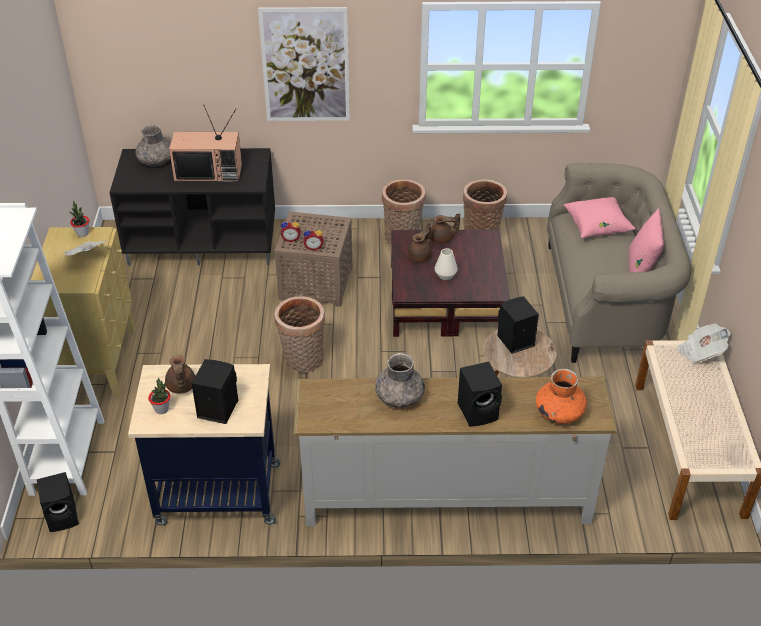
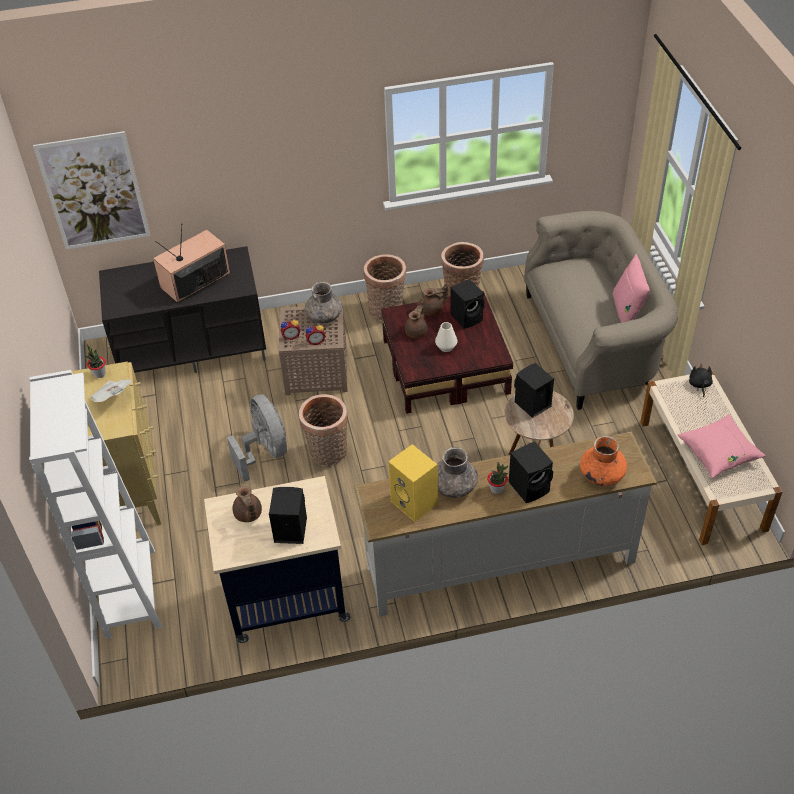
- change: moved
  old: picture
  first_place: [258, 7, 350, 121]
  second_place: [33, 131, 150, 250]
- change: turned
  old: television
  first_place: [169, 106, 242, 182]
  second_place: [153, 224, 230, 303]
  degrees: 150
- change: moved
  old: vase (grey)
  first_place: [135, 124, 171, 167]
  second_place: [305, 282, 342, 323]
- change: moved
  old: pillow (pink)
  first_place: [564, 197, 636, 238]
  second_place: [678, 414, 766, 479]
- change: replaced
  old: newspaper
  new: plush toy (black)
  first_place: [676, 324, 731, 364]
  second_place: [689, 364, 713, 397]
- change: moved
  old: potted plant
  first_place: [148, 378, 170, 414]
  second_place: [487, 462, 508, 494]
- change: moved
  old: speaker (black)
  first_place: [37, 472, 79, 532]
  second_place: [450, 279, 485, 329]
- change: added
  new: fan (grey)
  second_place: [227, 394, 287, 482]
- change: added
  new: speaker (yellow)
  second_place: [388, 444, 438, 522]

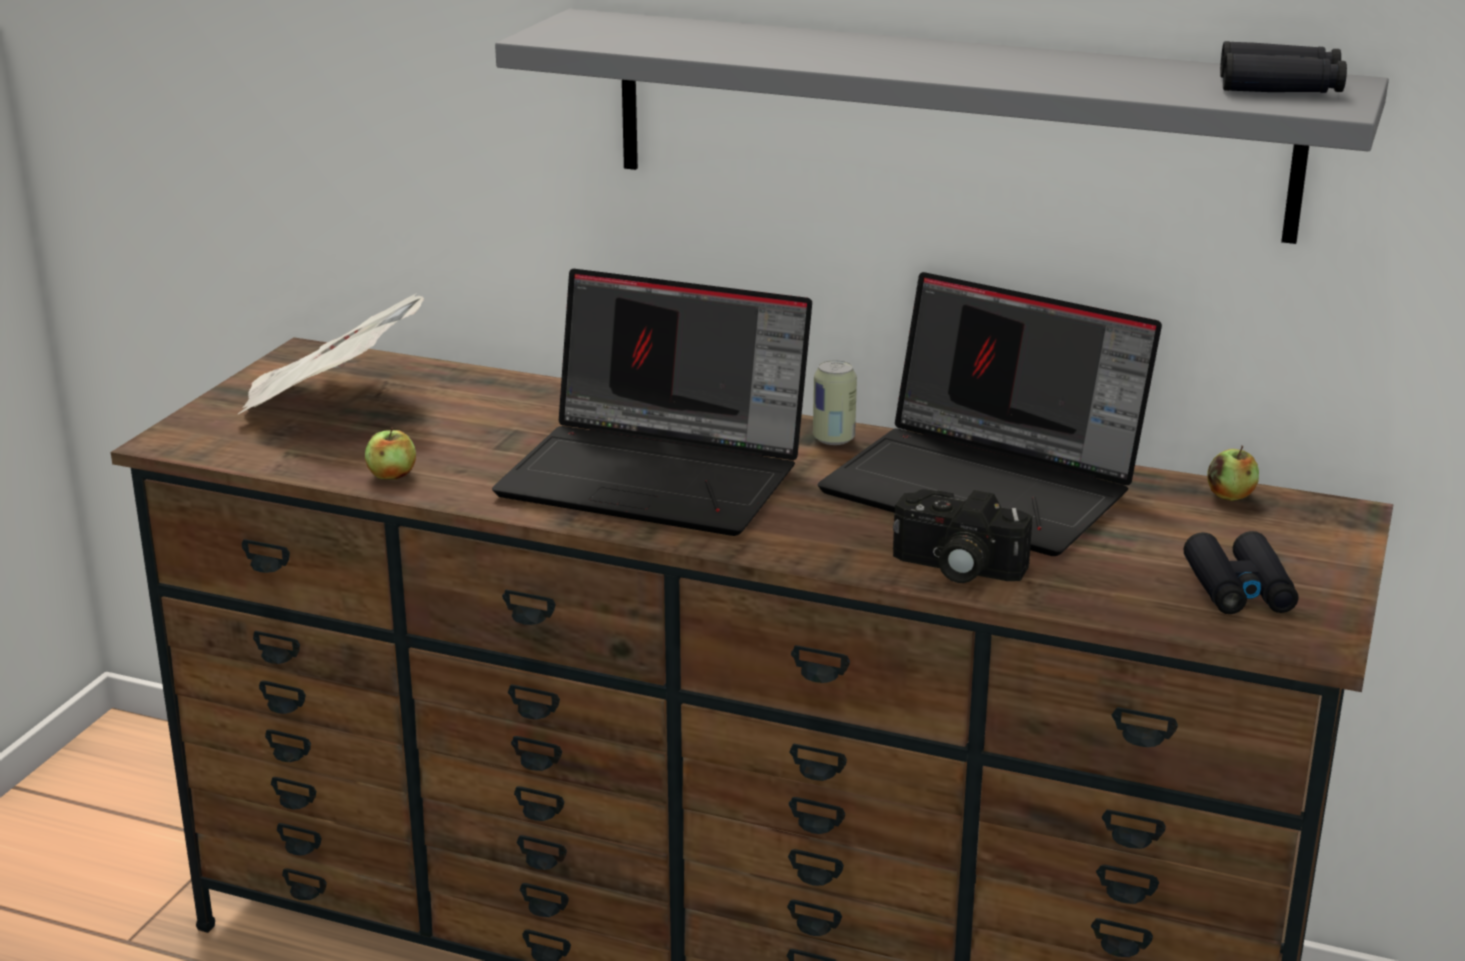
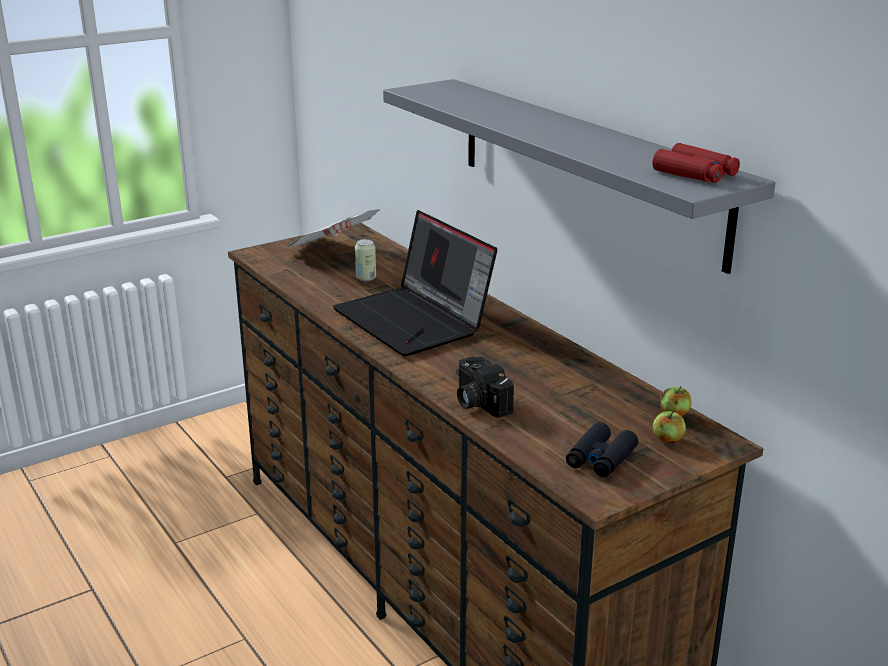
- change: recoloured
  old: binoculars (black)
  new: binoculars (red)
  first_place: [1220, 41, 1347, 93]
  second_place: [652, 143, 740, 183]
- change: removed
  old: laptop
  first_place: [818, 272, 1162, 556]
- change: moved
  old: can
  first_place: [813, 360, 857, 445]
  second_place: [355, 239, 376, 281]
- change: moved
  old: apple
  first_place: [365, 427, 416, 480]
  second_place: [653, 411, 686, 444]

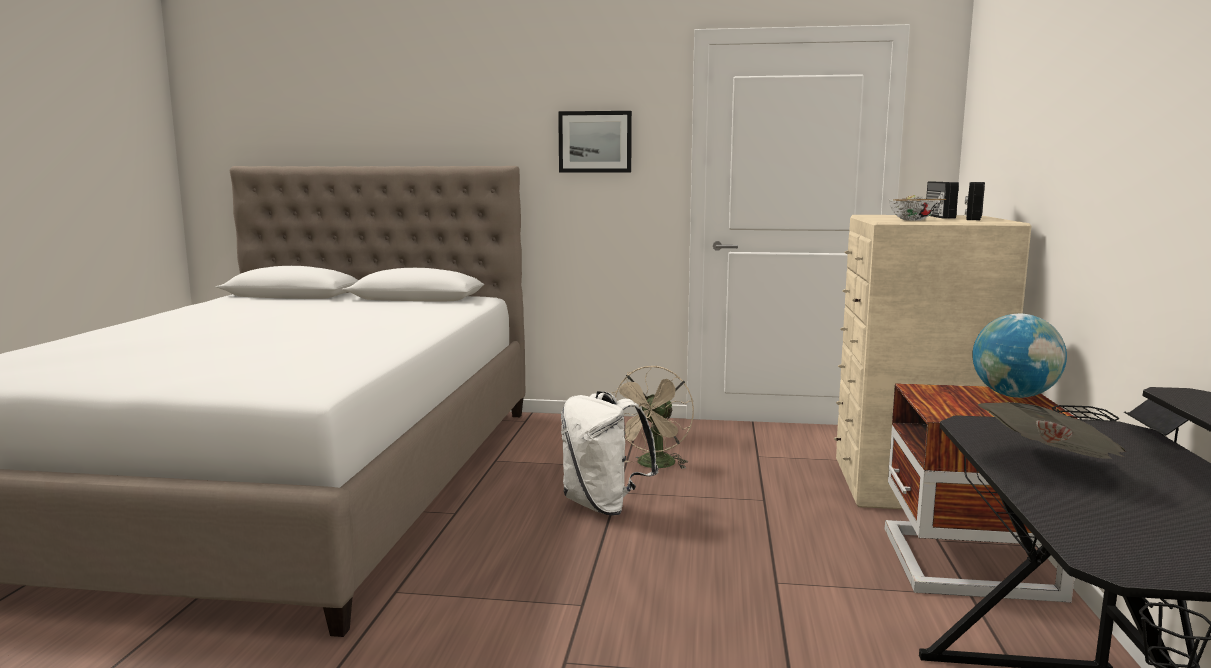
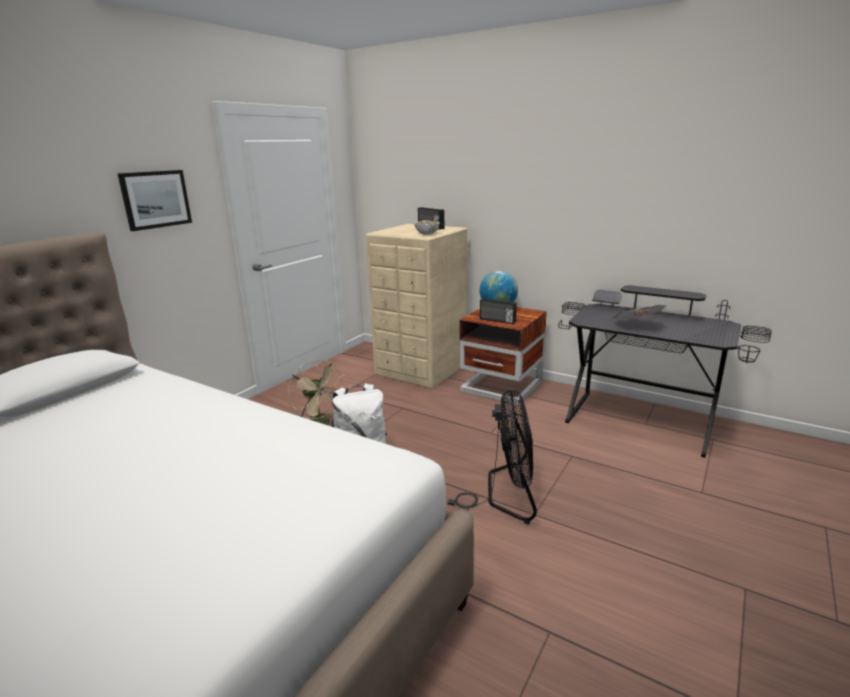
- change: moved
  old: radio
  first_place: [926, 181, 959, 219]
  second_place: [480, 298, 517, 324]
- change: added
  new: fan (black)
  second_place: [446, 389, 537, 525]

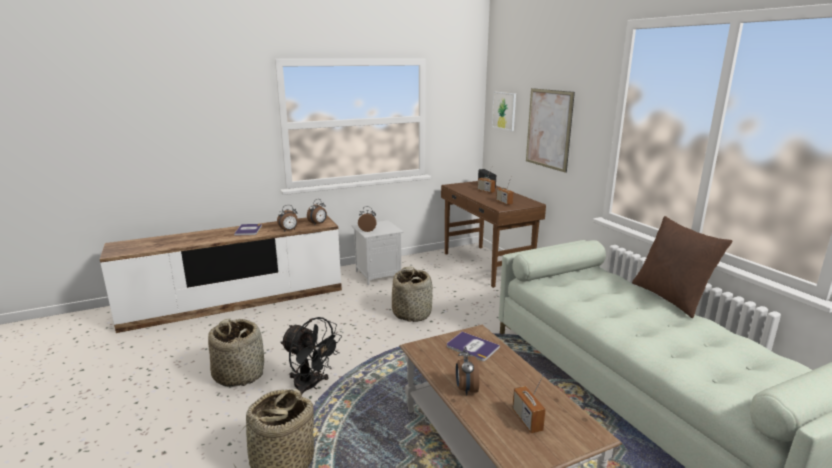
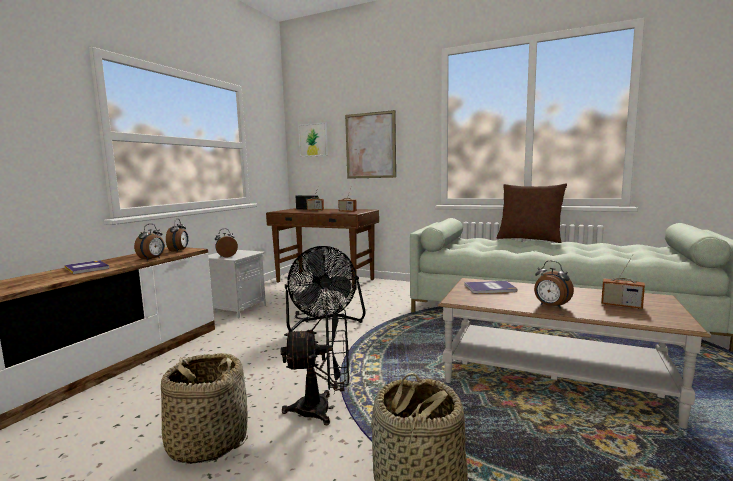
- change: replaced
  old: basket
  new: fan (black)
  first_place: [392, 266, 433, 322]
  second_place: [285, 246, 365, 333]

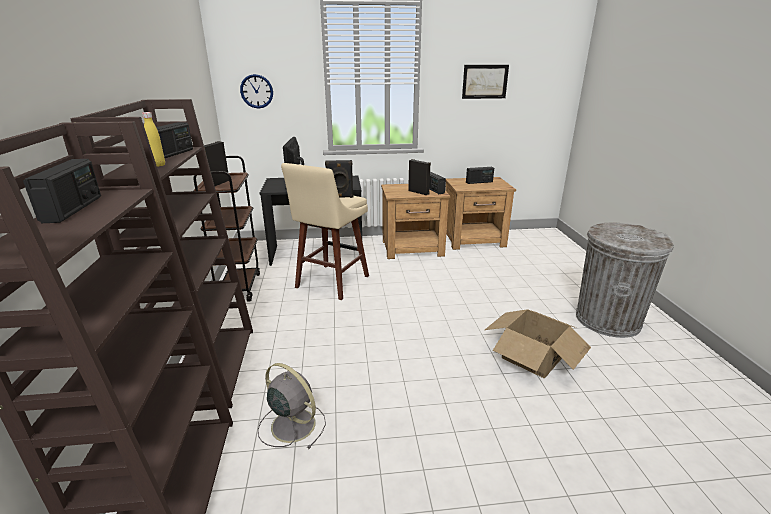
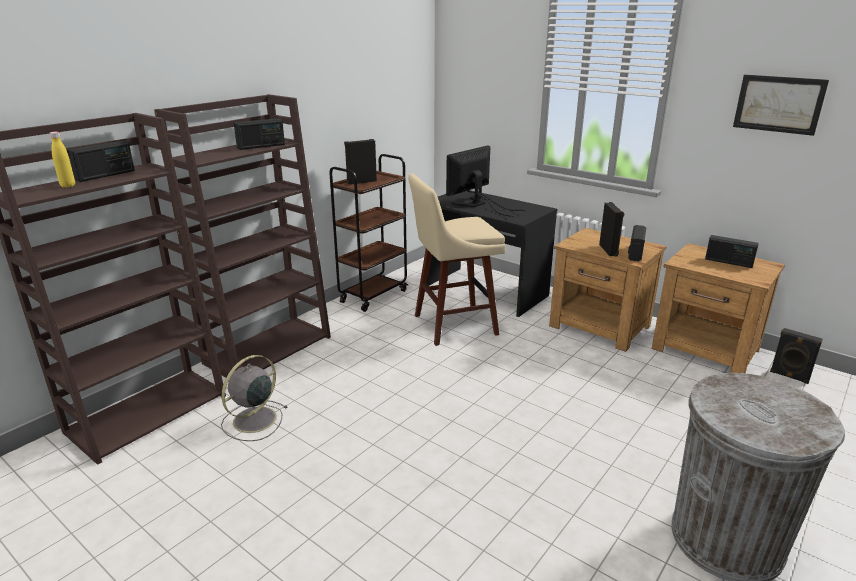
- change: removed
  old: wall clock
  first_place: [240, 74, 273, 109]
- change: moved
  old: bottle (yellow)
  first_place: [142, 112, 165, 167]
  second_place: [50, 132, 75, 188]
- change: moved
  old: speaker (black)
  first_place: [325, 160, 354, 198]
  second_place: [770, 328, 823, 384]
- change: removed
  old: cardboard box
  first_place: [485, 309, 591, 378]
- change: turned
  old: fan (grey)
  first_place: [258, 363, 326, 449]
  second_place: [221, 355, 287, 441]
  degrees: -135

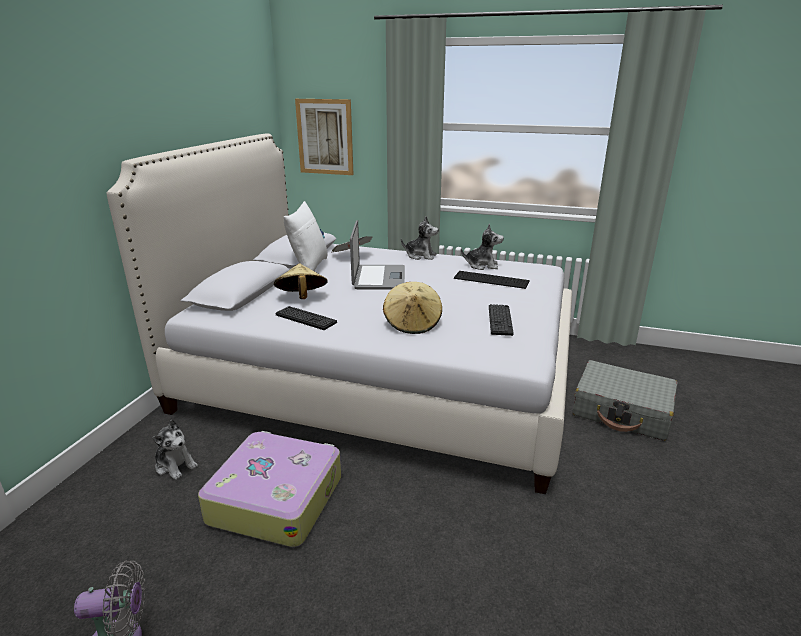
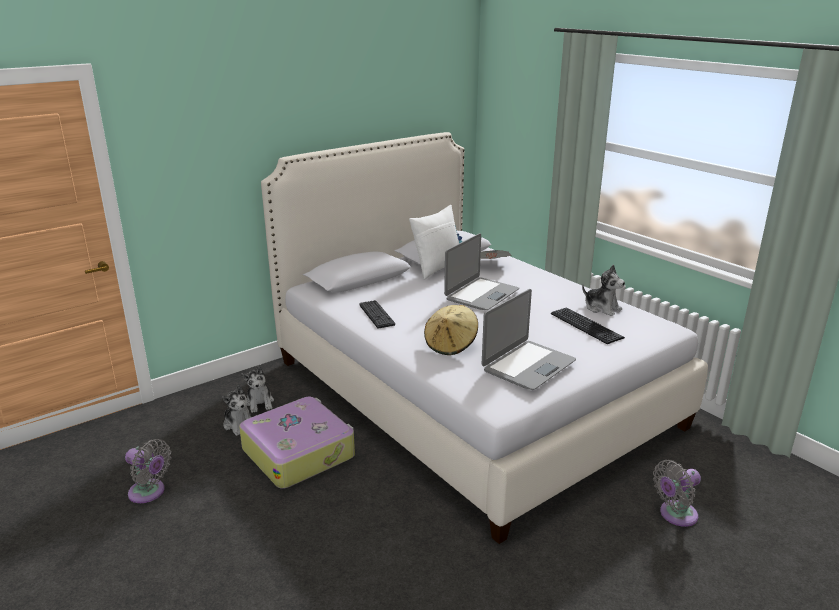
- change: removed
  old: picture
  first_place: [295, 99, 354, 175]
- change: moved
  old: plush toy
  first_place: [401, 216, 439, 260]
  second_place: [222, 385, 251, 436]
- change: removed
  old: hat (beige)
  first_place: [274, 263, 328, 299]
- change: replaced
  old: keyboard
  new: laptop
  first_place: [489, 304, 514, 336]
  second_place: [482, 289, 576, 390]
- change: replaced
  old: suitcase (grey)
  new: fan (grey)
  first_place: [573, 360, 678, 441]
  second_place: [653, 460, 701, 527]

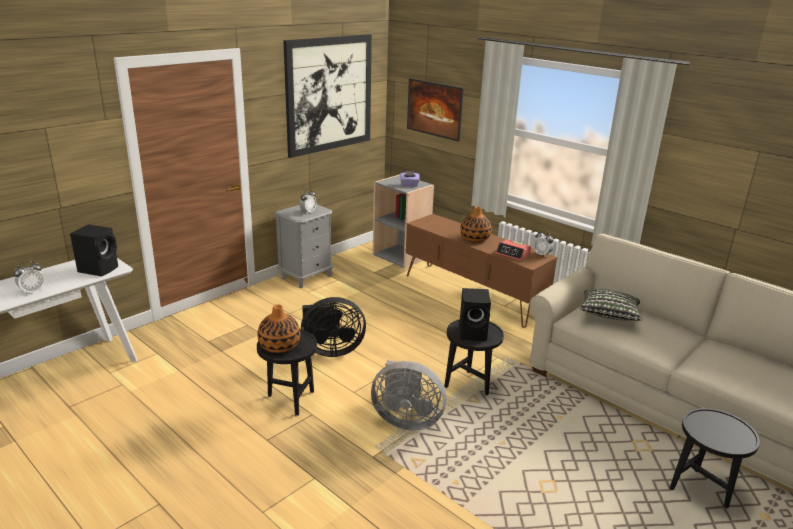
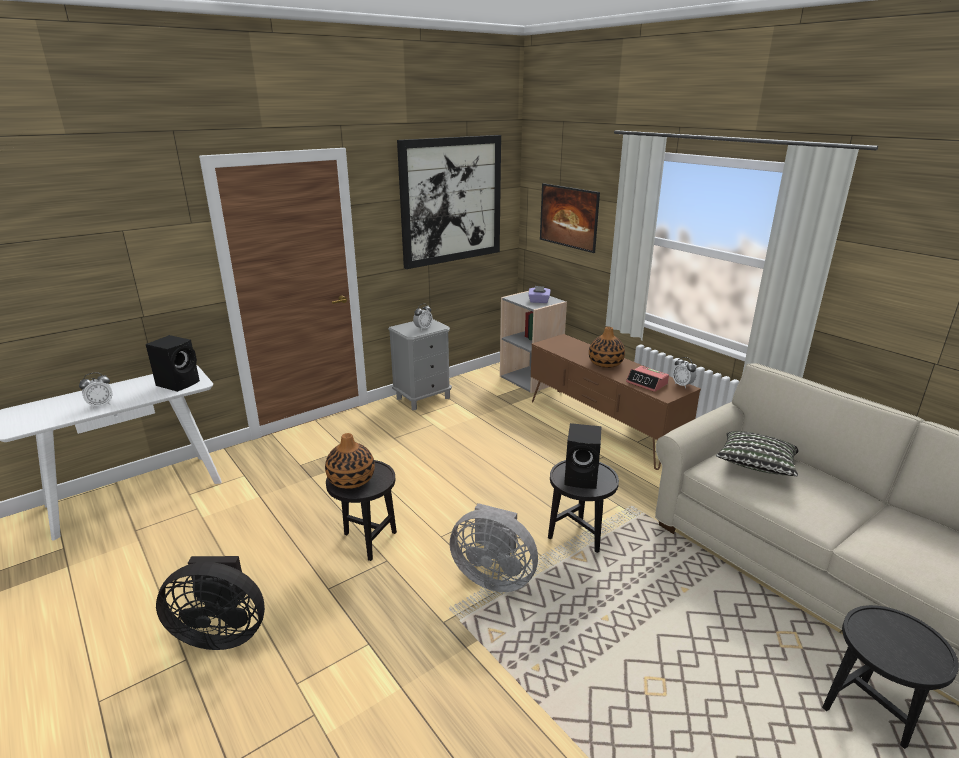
- change: moved
  old: fan (black)
  first_place: [301, 297, 366, 357]
  second_place: [156, 556, 265, 650]

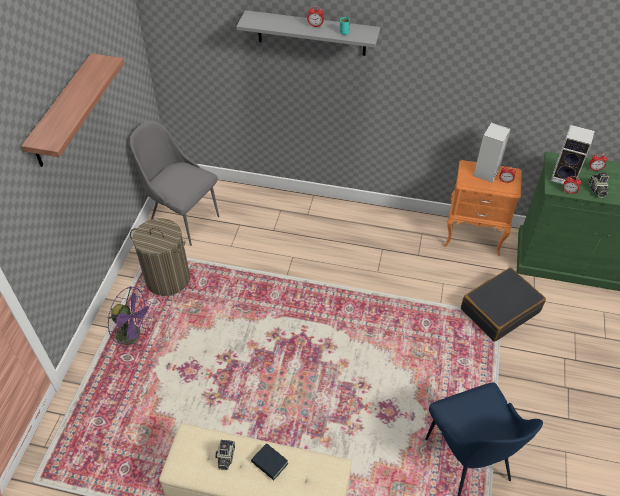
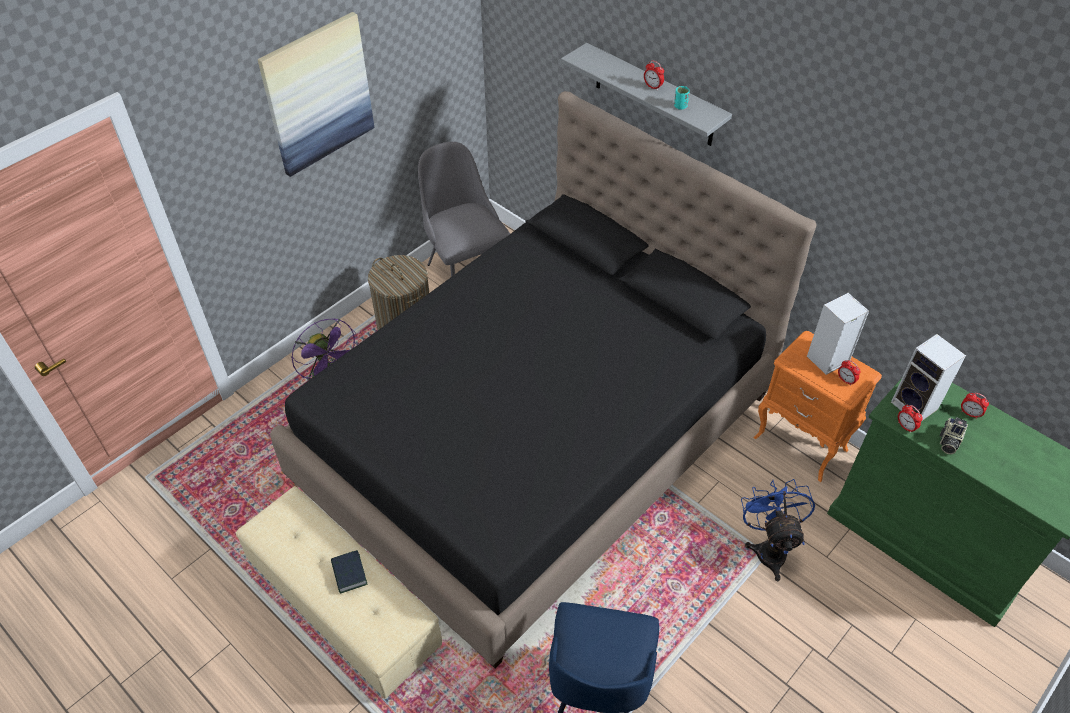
- change: replaced
  old: shelf
  new: picture
  first_place: [21, 54, 124, 167]
  second_place: [258, 12, 374, 177]
- change: replaced
  old: suitcase (black)
  new: fan (blue)
  first_place: [461, 268, 546, 342]
  second_place: [741, 479, 815, 581]
- change: removed
  old: photo camera
  first_place: [216, 440, 235, 470]
- change: added
  new: bed (black)
  second_place: [270, 91, 817, 669]

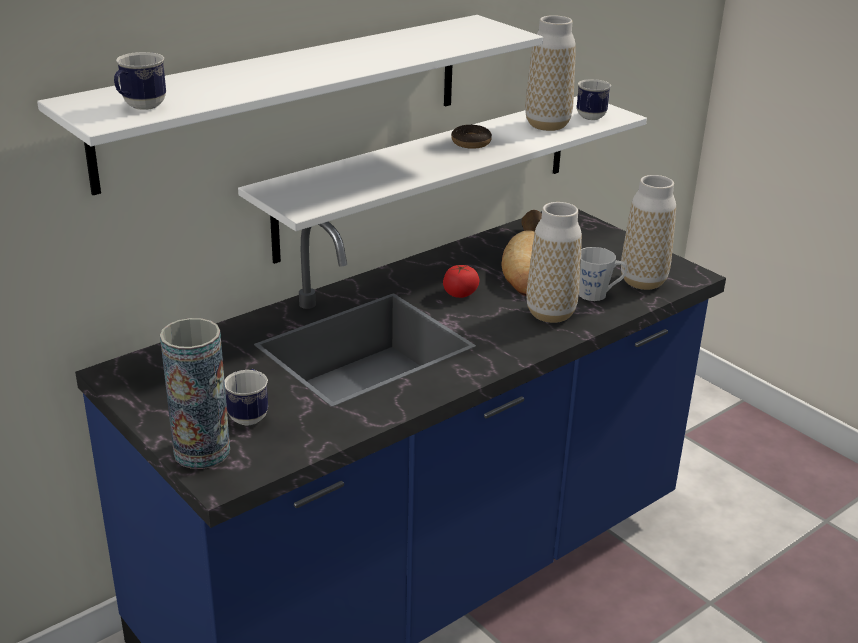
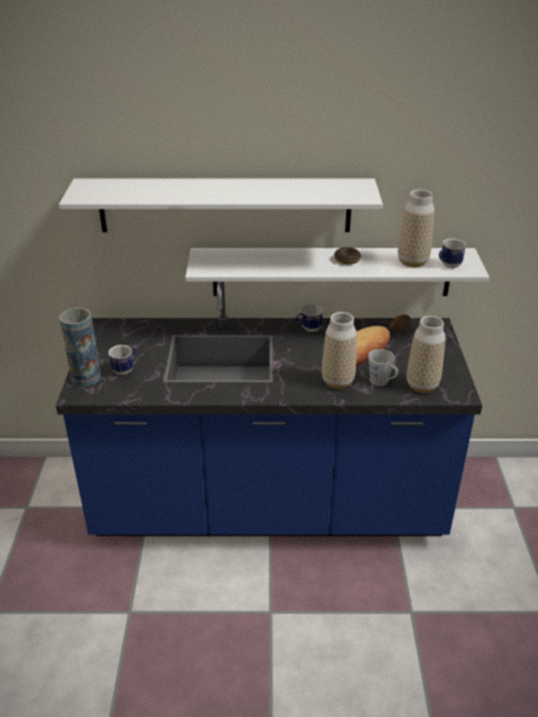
- change: moved
  old: mug
  first_place: [114, 52, 166, 110]
  second_place: [296, 304, 323, 332]
- change: removed
  old: tomato
  first_place: [443, 265, 479, 298]

